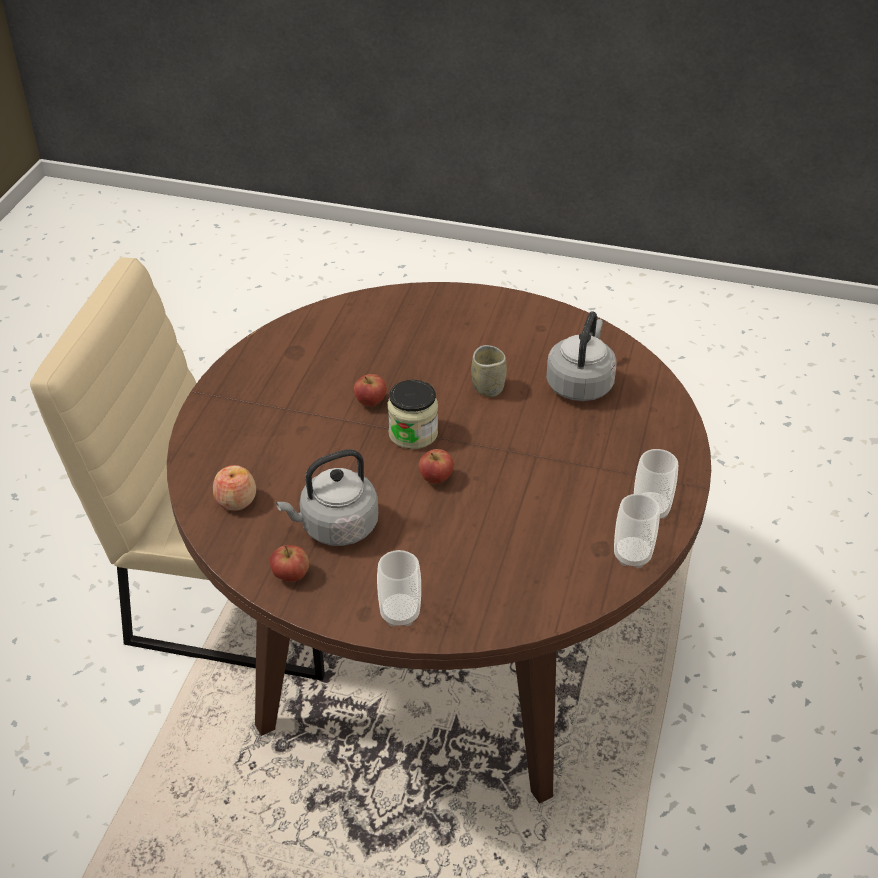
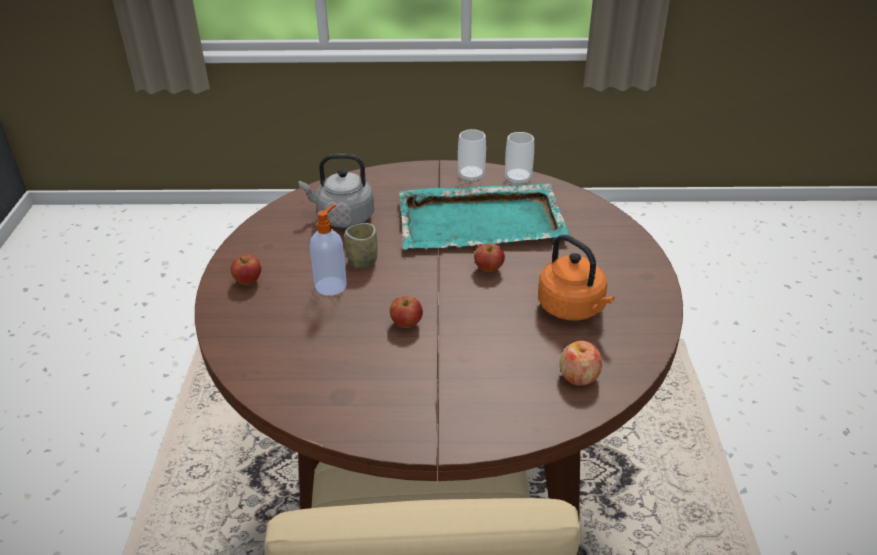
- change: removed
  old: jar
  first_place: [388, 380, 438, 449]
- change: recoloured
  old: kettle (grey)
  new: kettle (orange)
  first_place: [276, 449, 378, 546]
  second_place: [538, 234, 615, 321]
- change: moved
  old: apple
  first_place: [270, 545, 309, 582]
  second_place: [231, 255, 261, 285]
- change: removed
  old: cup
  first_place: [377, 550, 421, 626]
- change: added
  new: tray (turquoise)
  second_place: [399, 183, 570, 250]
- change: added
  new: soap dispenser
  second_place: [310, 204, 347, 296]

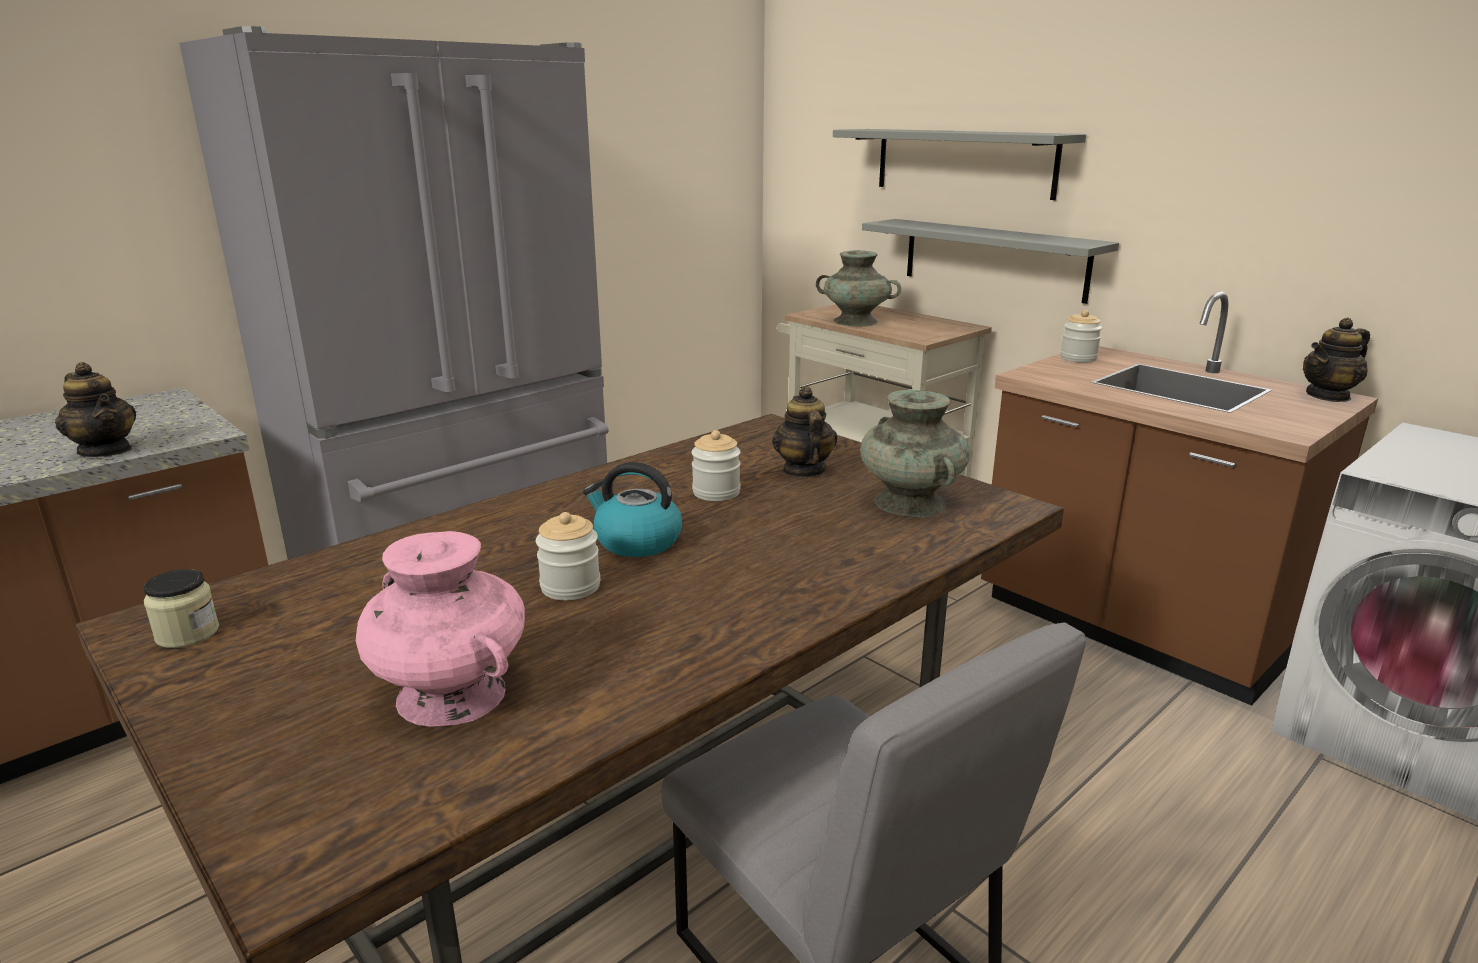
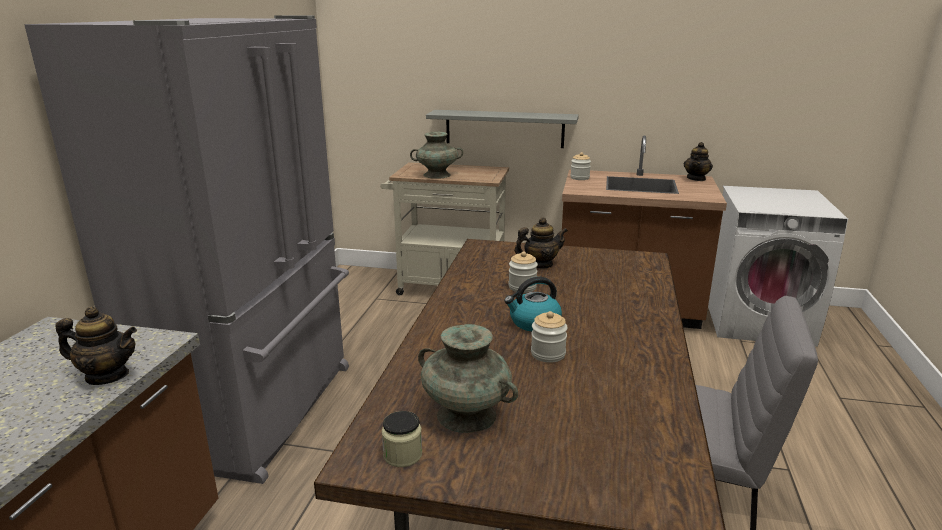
- change: removed
  old: shelf (grey)
  first_place: [833, 129, 1086, 200]
- change: turned
  old: teapot
  first_place: [772, 386, 837, 477]
  second_place: [514, 217, 568, 269]
  degrees: 120
- change: moved
  old: vase (turquoise)
  first_place: [860, 390, 970, 518]
  second_place: [418, 324, 518, 433]
- change: removed
  old: vase (pink)
  first_place: [356, 531, 525, 727]

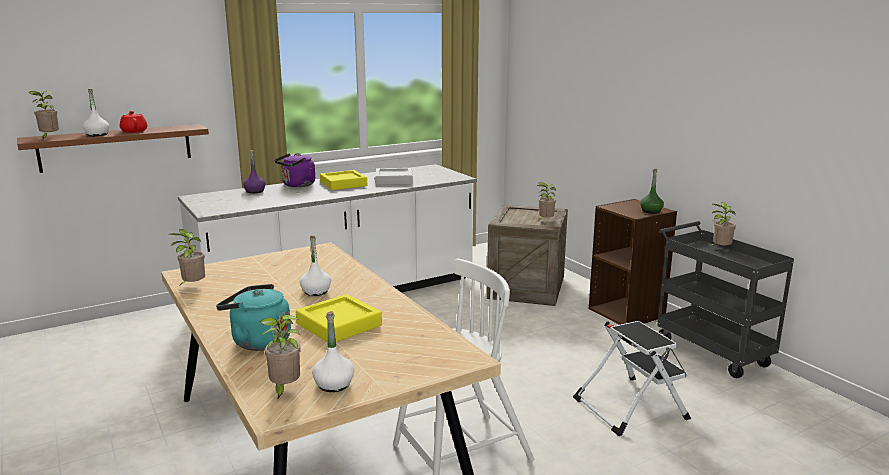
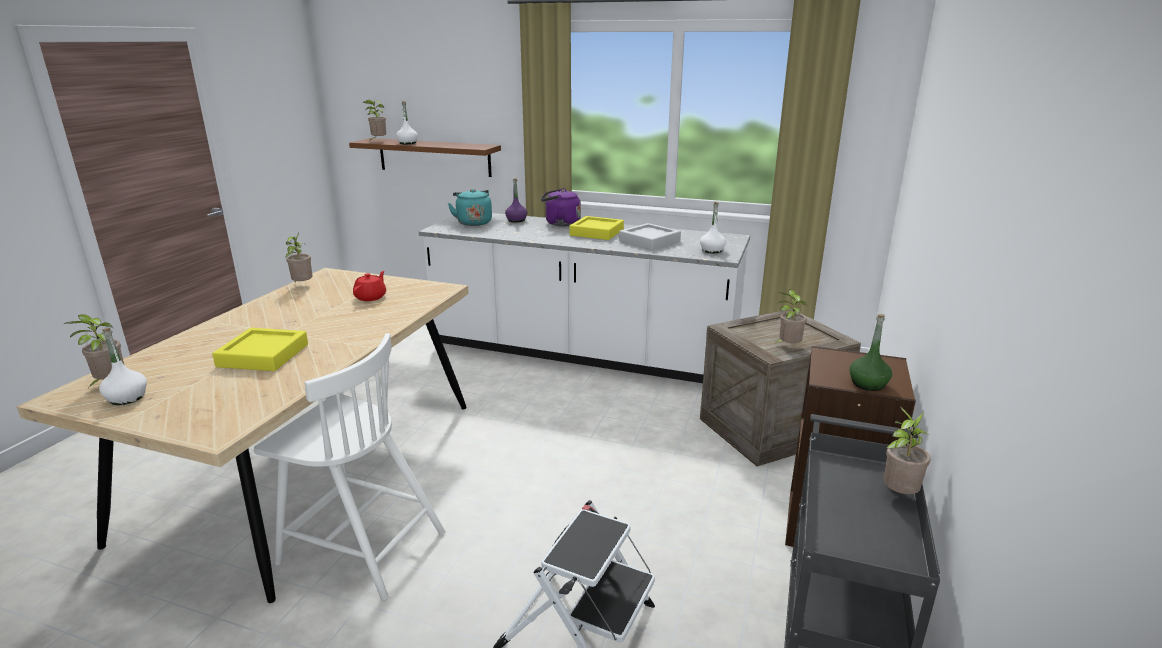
- change: moved
  old: teapot (red)
  first_place: [120, 111, 148, 133]
  second_place: [353, 271, 386, 301]
- change: moved
  old: bottle (white)
  first_place: [300, 235, 331, 296]
  second_place: [700, 202, 726, 253]
- change: moved
  old: kettle (turquoise)
  first_place: [216, 284, 291, 351]
  second_place: [448, 189, 492, 226]

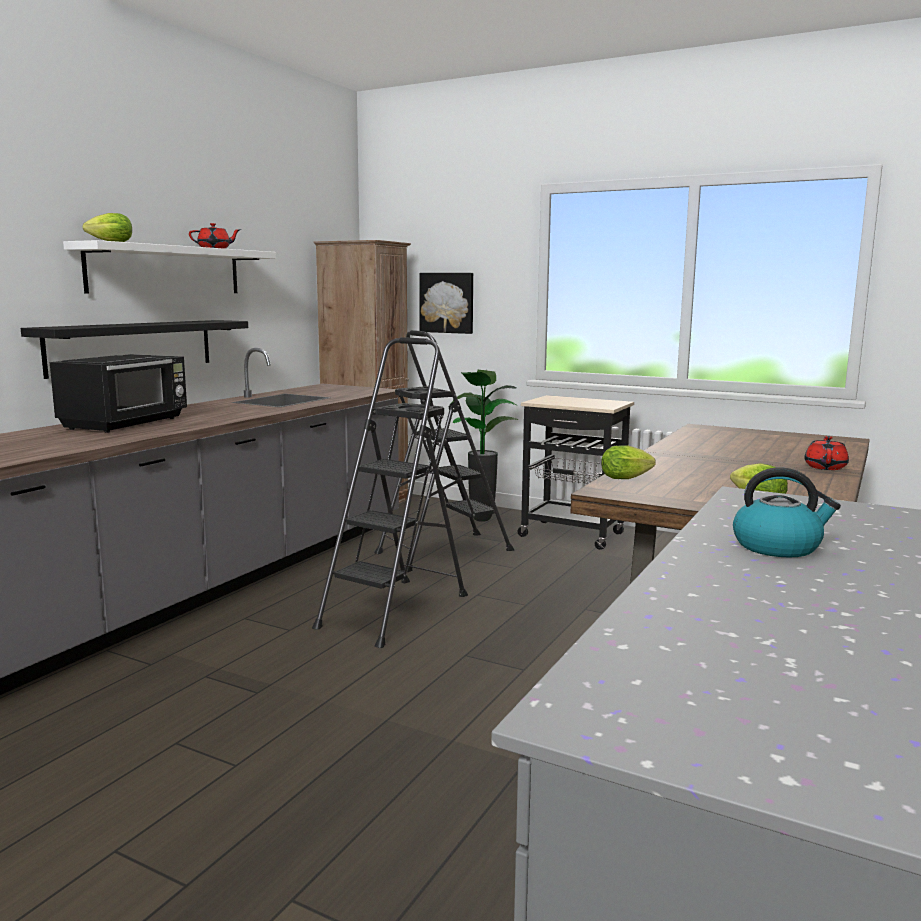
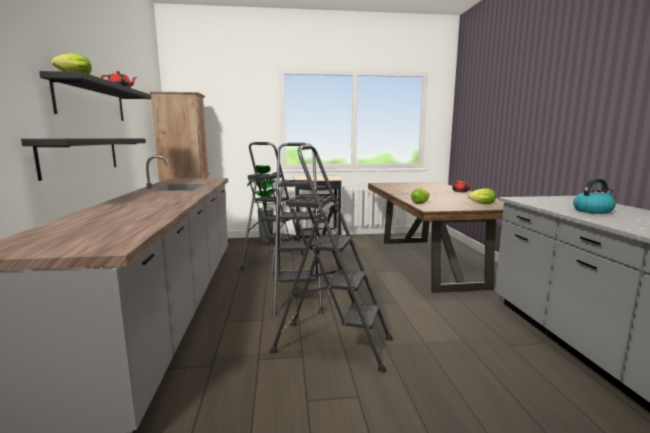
- change: recoloured
  old: shelf (white)
  new: shelf (black)
  first_place: [63, 240, 276, 293]
  second_place: [39, 71, 151, 121]
- change: removed
  old: picture
  first_place: [419, 273, 473, 334]
- change: removed
  old: microwave (black)
  first_place: [50, 354, 187, 433]
- change: added
  new: step ladder
  second_place: [269, 144, 393, 373]

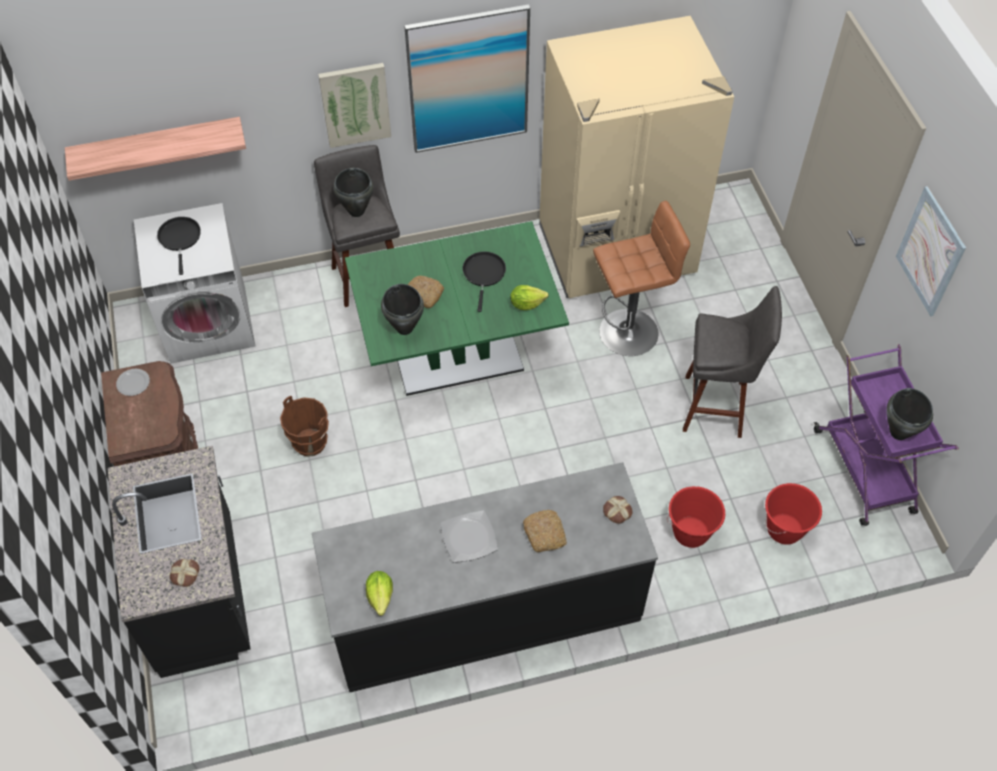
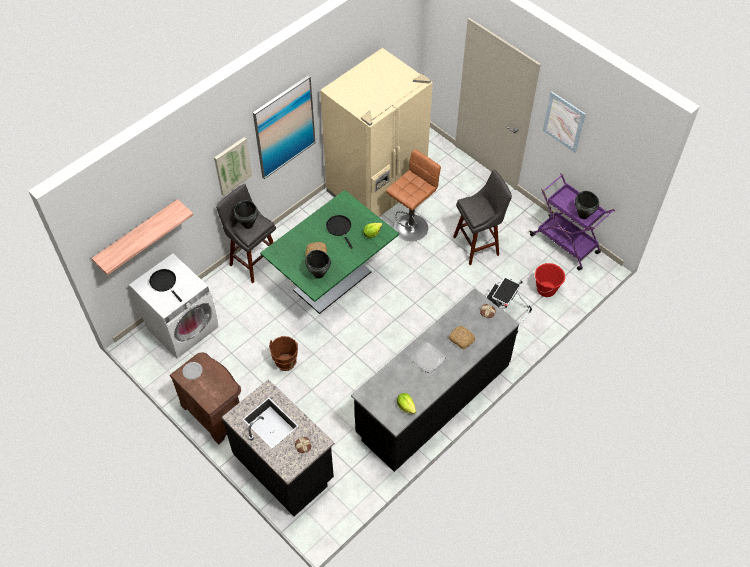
- change: replaced
  old: bucket (red)
  new: step ladder
  first_place: [667, 486, 725, 548]
  second_place: [486, 277, 532, 333]

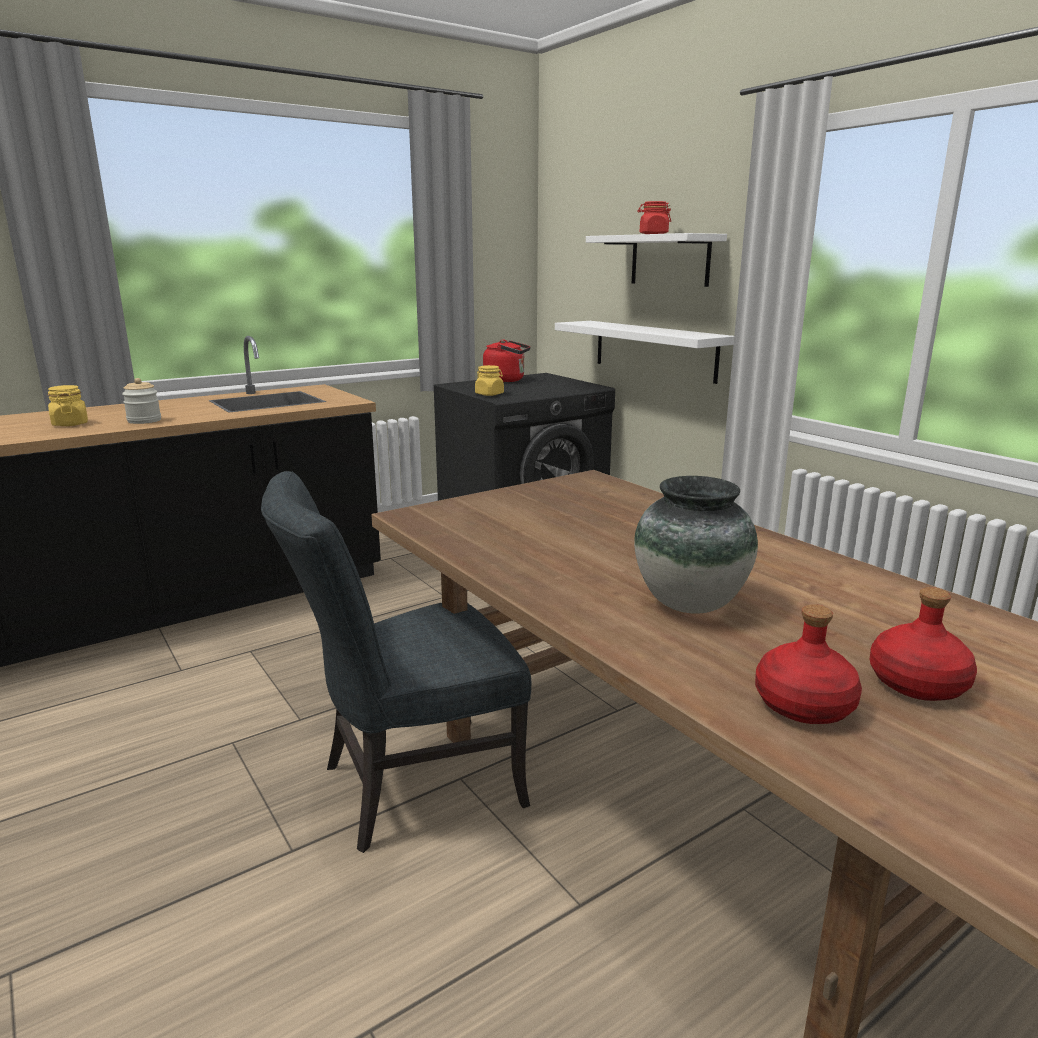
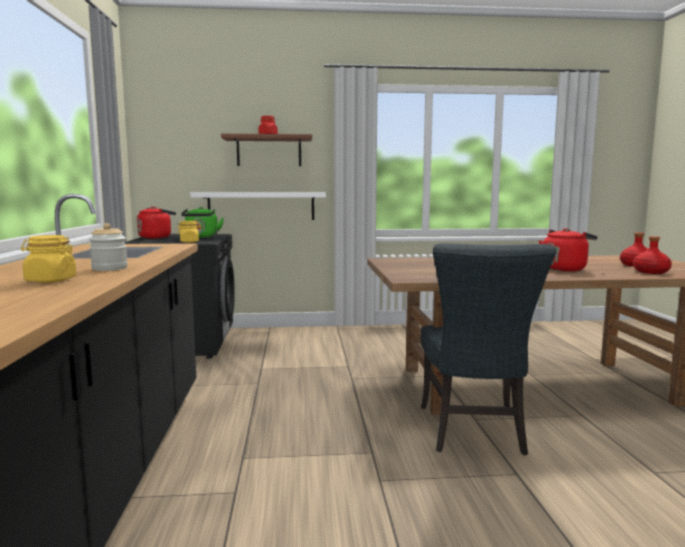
- change: recoloured
  old: shelf (white)
  new: shelf (brown)
  first_place: [586, 233, 727, 287]
  second_place: [221, 134, 312, 166]
- change: replaced
  old: vase
  new: kettle (red)
  first_place: [634, 476, 758, 614]
  second_place: [539, 228, 598, 271]
- change: added
  new: kettle (green)
  second_place: [181, 207, 224, 238]

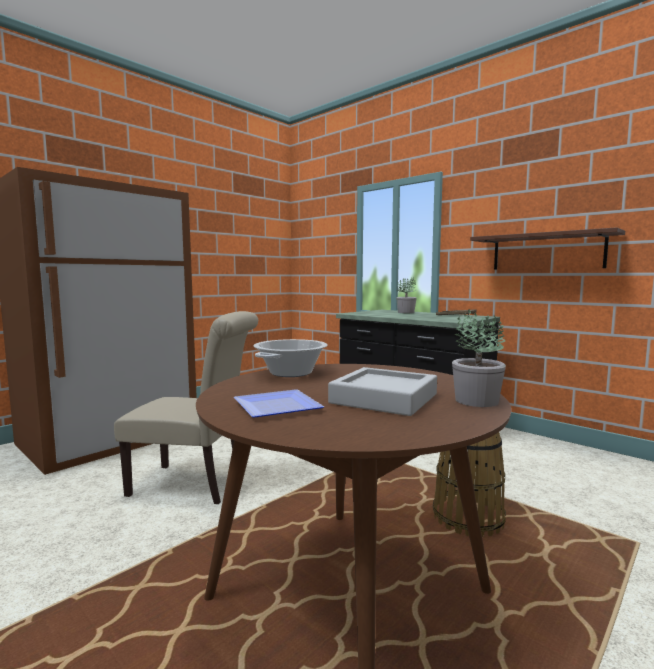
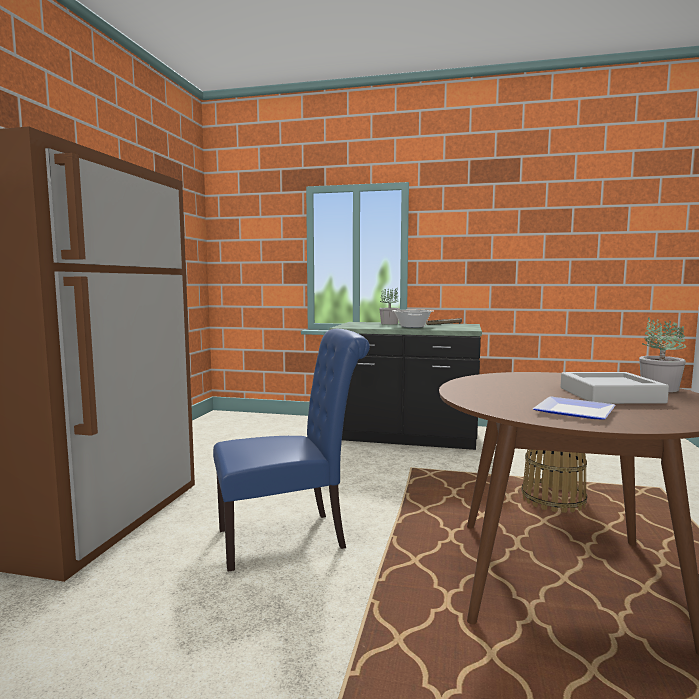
- change: removed
  old: shelf (brown)
  first_place: [470, 227, 625, 270]
- change: recoloured
  old: chair (beige)
  new: chair (blue)
  first_place: [114, 311, 258, 504]
  second_place: [213, 329, 370, 572]
- change: moved
  old: cooking pot
  first_place: [253, 339, 328, 377]
  second_place: [392, 310, 434, 328]

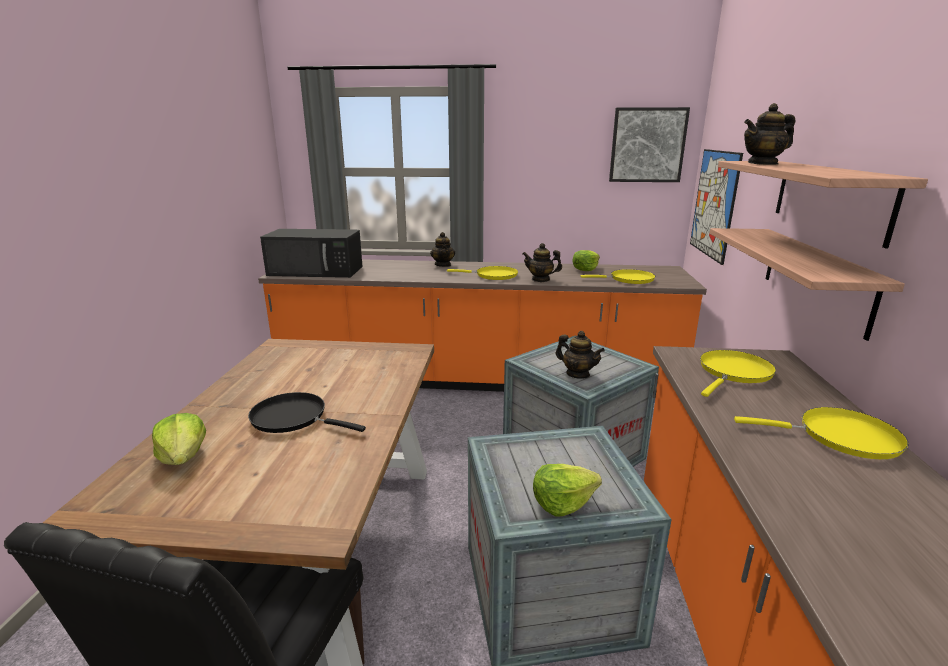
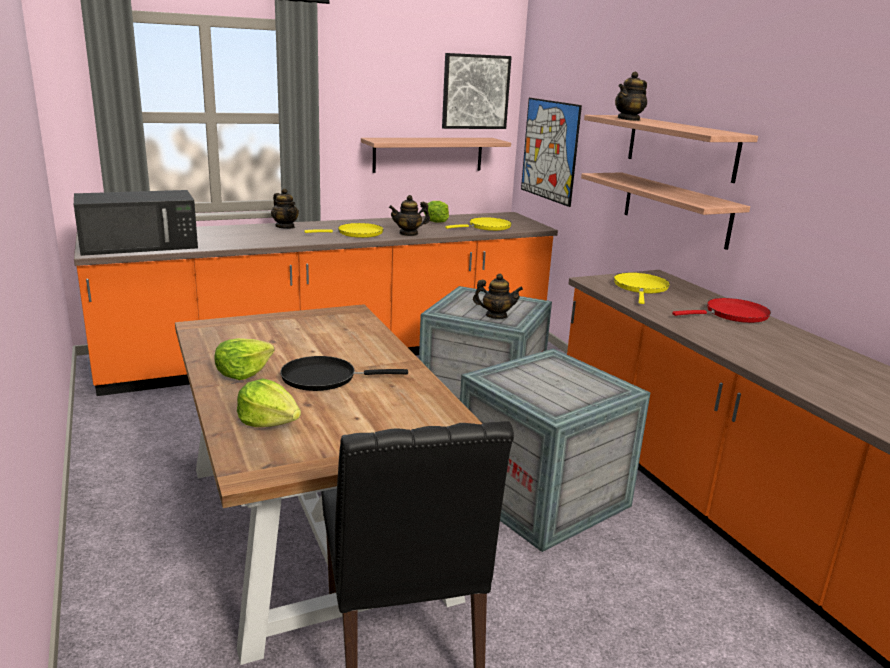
- change: recoloured
  old: frying pan (yellow)
  new: frying pan (red)
  first_place: [734, 407, 908, 459]
  second_place: [672, 298, 771, 323]
- change: moved
  old: lettuce
  first_place: [533, 464, 602, 517]
  second_place: [214, 338, 275, 380]
- change: added
  new: shelf
  second_place: [361, 138, 511, 173]

